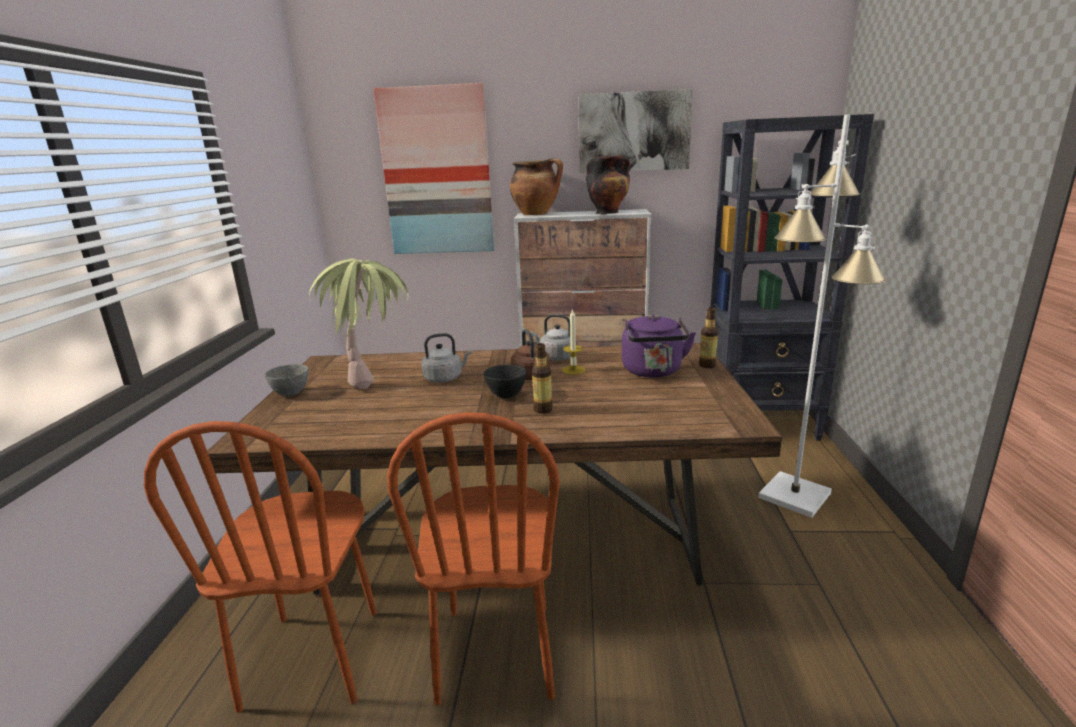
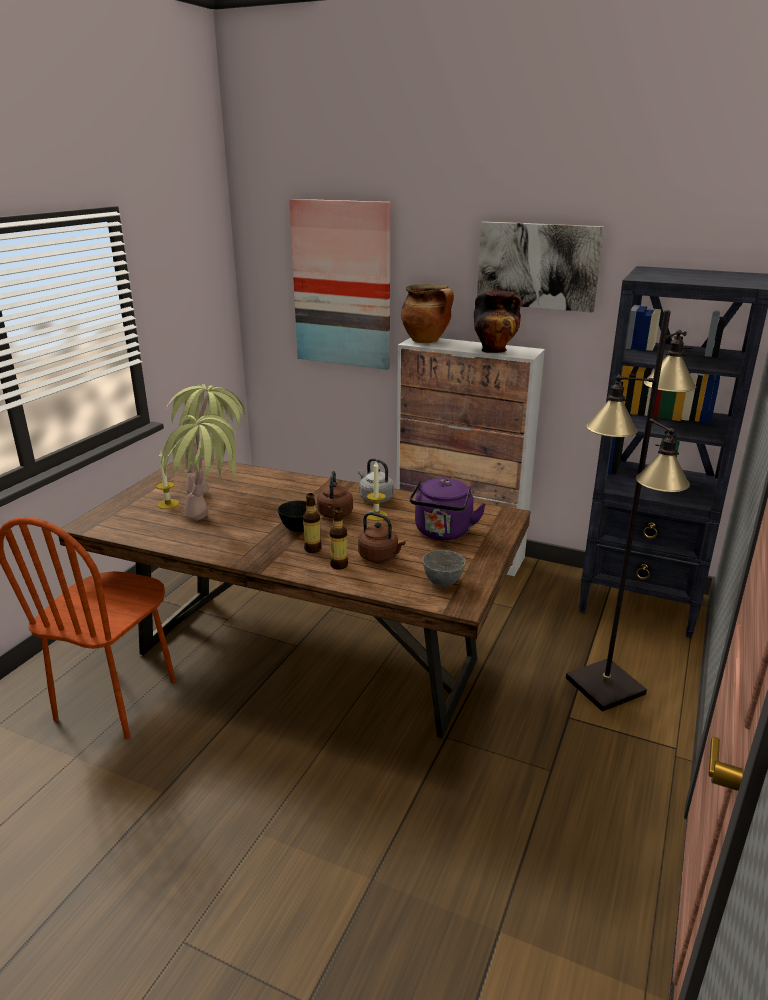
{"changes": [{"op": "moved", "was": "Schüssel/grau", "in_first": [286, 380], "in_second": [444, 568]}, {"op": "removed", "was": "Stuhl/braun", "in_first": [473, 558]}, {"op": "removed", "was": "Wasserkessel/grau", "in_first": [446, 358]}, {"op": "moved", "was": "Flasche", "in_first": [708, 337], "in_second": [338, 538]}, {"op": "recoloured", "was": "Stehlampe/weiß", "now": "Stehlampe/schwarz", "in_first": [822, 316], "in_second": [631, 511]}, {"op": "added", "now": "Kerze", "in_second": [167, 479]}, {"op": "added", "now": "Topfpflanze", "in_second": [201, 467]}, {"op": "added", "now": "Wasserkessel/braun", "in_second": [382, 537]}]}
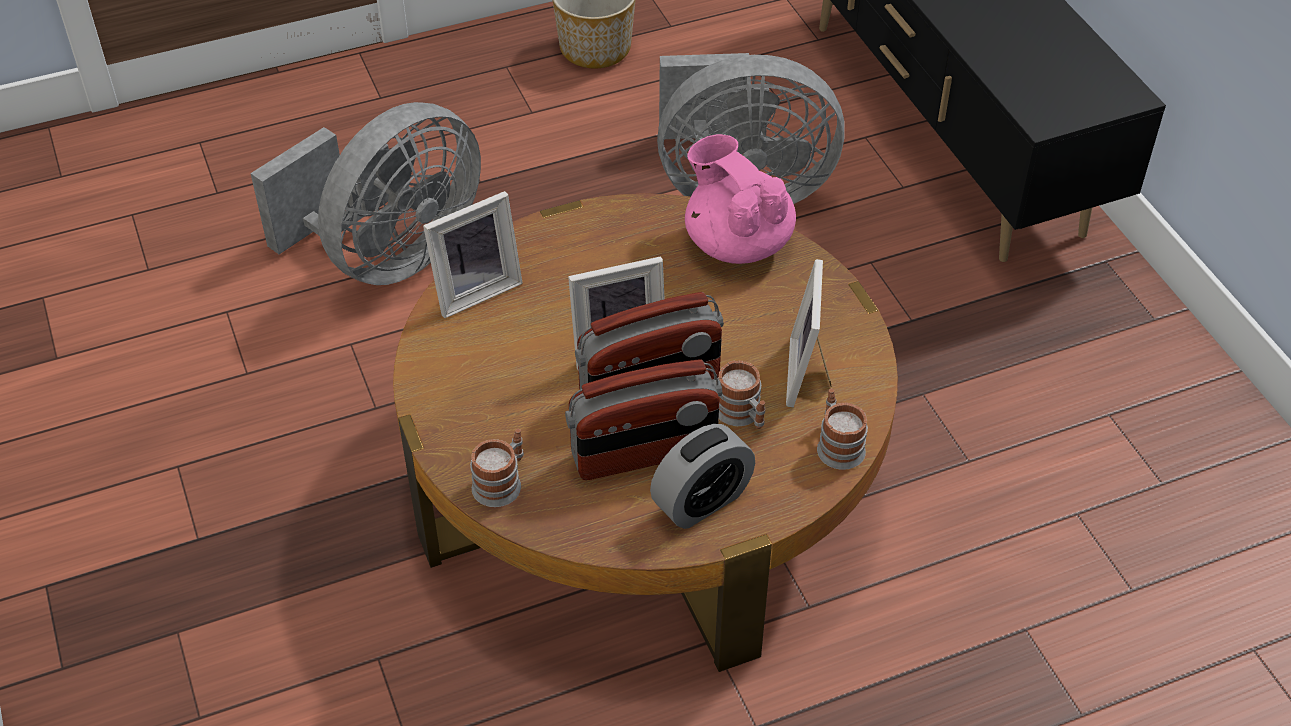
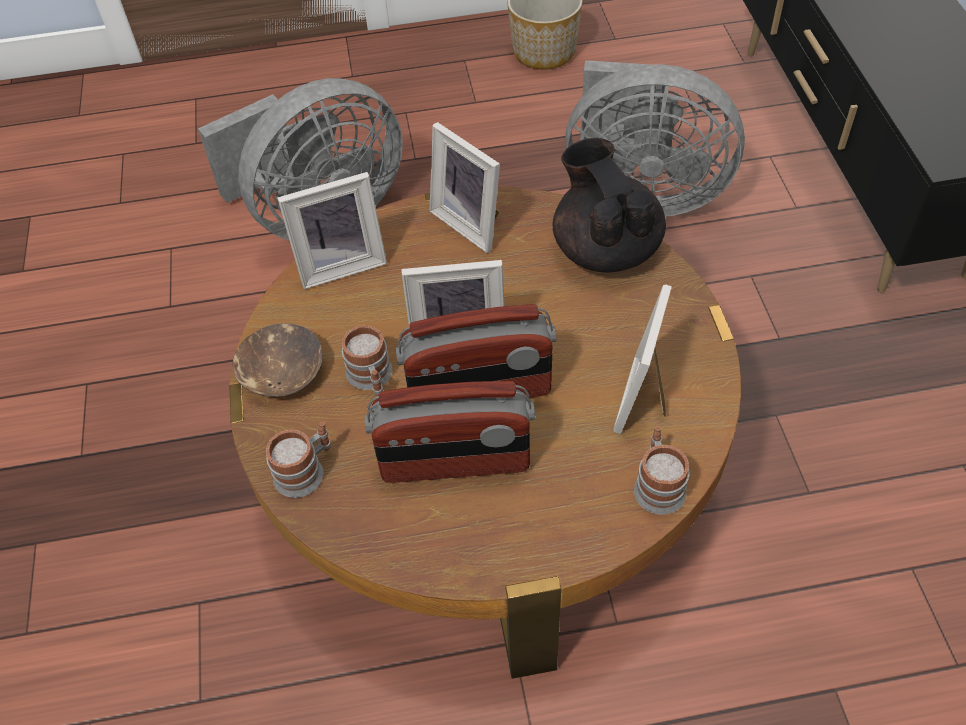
{"changes": [{"op": "removed", "was": "Wecker", "in_first": [702, 476]}, {"op": "recoloured", "was": "Teekanne/rosa", "now": "Teekanne/schwarz", "in_first": [740, 199], "in_second": [609, 205]}, {"op": "moved", "was": "Henkelbecher", "in_first": [741, 394], "in_second": [367, 360]}, {"op": "added", "now": "Schüssel/braun", "in_second": [277, 360]}, {"op": "added", "now": "Bilderrahmen", "in_second": [465, 187]}]}
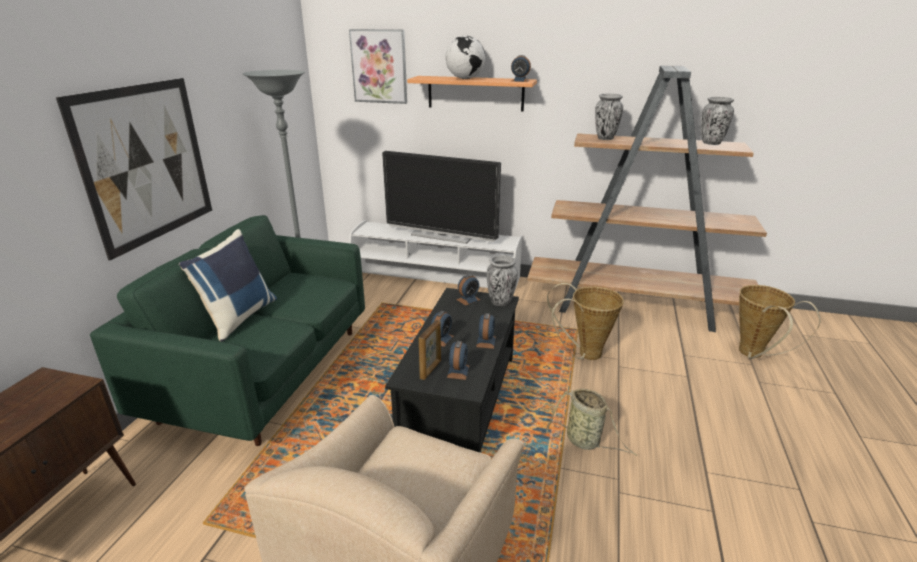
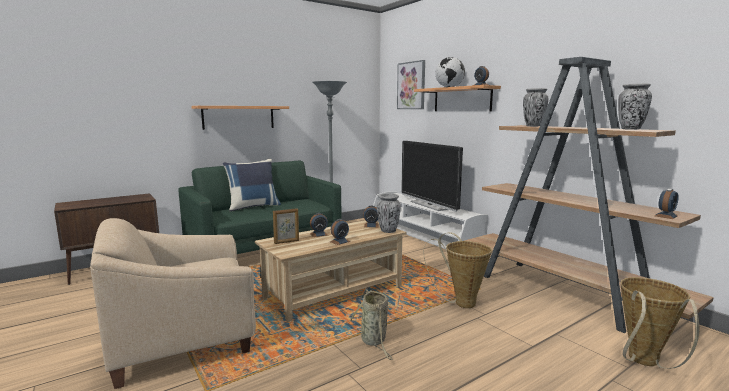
{"changes": [{"op": "replaced", "was": "Bild", "now": "Wandregal", "in_first": [134, 169], "in_second": [240, 118]}, {"op": "recoloured", "was": "Couchtisch/schwarz", "now": "Couchtisch/beige", "in_first": [452, 370], "in_second": [330, 271]}, {"op": "moved", "was": "Wecker", "in_first": [458, 360], "in_second": [667, 204]}]}
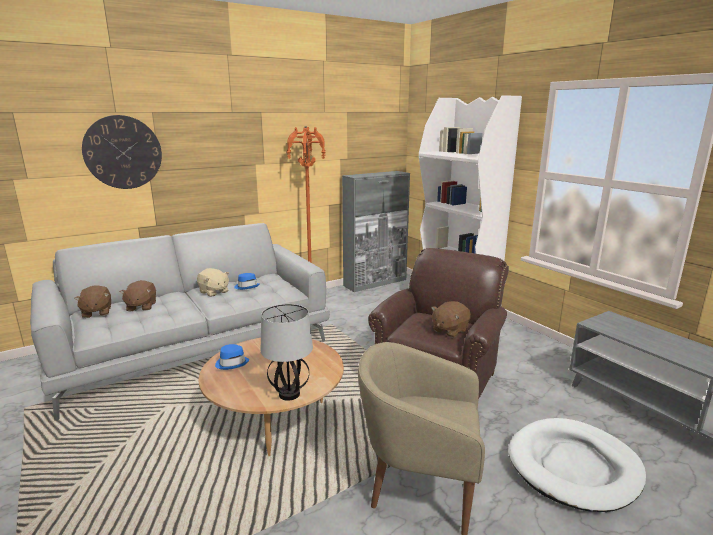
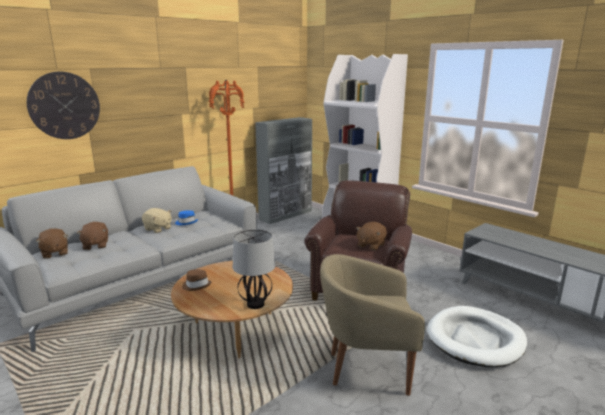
{"changes": [{"op": "recoloured", "was": "Hut/blau", "now": "Hut/braun", "in_first": [232, 357], "in_second": [197, 280]}]}
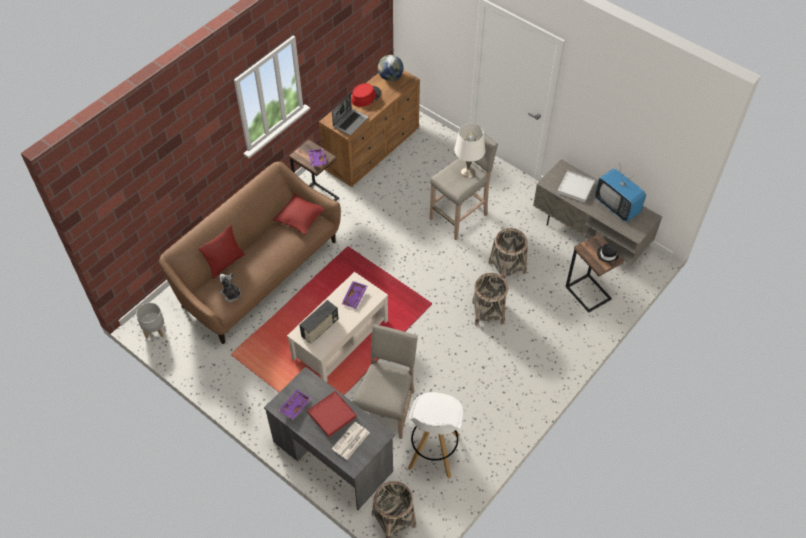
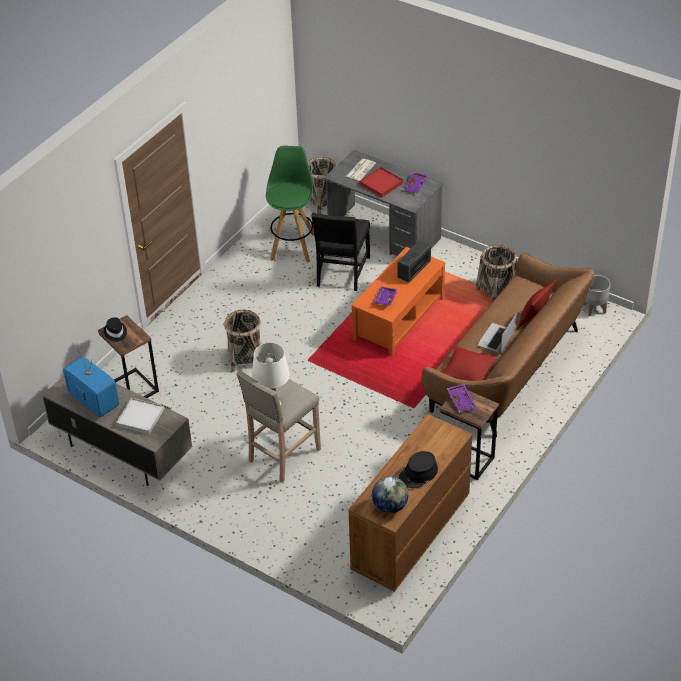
{"changes": [{"op": "removed", "was": "Plüschtier", "in_first": [230, 287]}, {"op": "recoloured", "was": "Couchtisch/beige", "now": "Couchtisch/orange", "in_first": [337, 327], "in_second": [398, 302]}, {"op": "moved", "was": "Laptop", "in_first": [350, 114], "in_second": [497, 333]}, {"op": "recoloured", "was": "Hut/rot", "now": "Hut/schwarz", "in_first": [366, 95], "in_second": [418, 469]}, {"op": "recoloured", "was": "Stuhl/beige", "now": "Stuhl/schwarz", "in_first": [385, 381], "in_second": [340, 252]}, {"op": "recoloured", "was": "Hocker/weiß", "now": "Hocker/grün", "in_first": [435, 435], "in_second": [290, 204]}, {"op": "moved", "was": "Korb", "in_first": [508, 253], "in_second": [496, 273]}]}
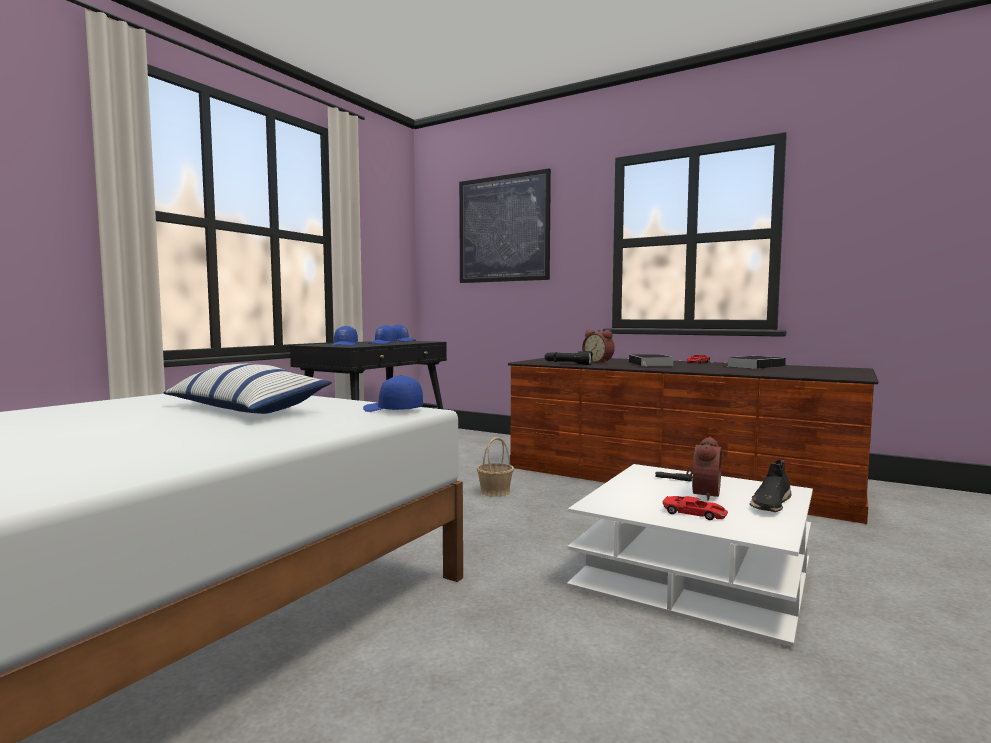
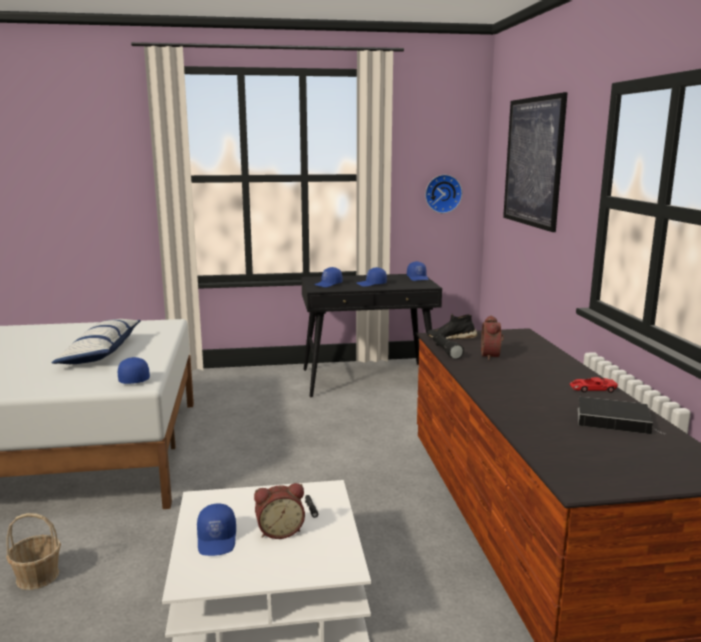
{"changes": [{"op": "moved", "was": "Korb", "in_first": [495, 467], "in_second": [33, 551]}, {"op": "removed", "was": "Buch", "in_first": [652, 360]}, {"op": "replaced", "was": "Spielzeugauto/rot", "now": "Kappe/blau", "in_first": [695, 508], "in_second": [216, 529]}, {"op": "moved", "was": "Schuh/schwarz", "in_first": [770, 486], "in_second": [452, 326]}, {"op": "added", "now": "Wanduhr", "in_second": [443, 193]}]}
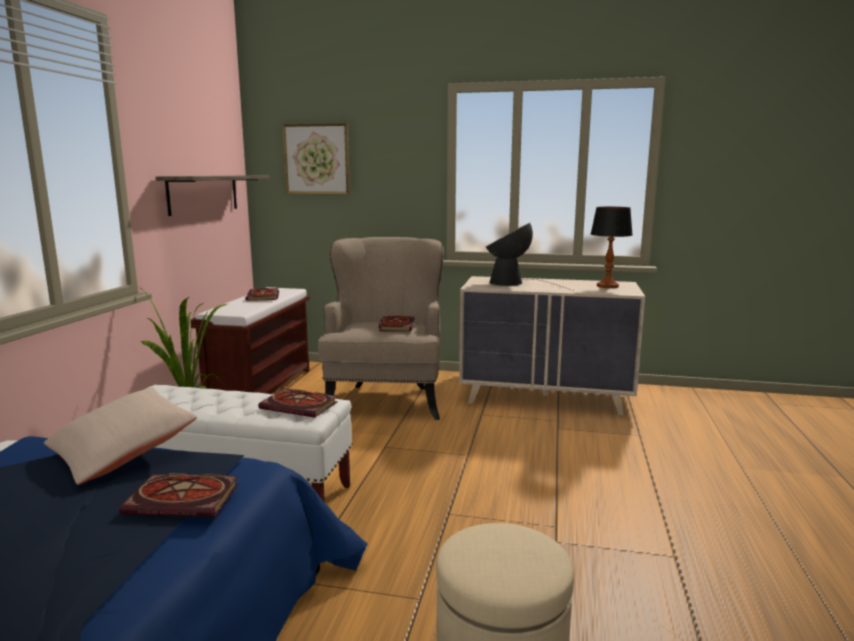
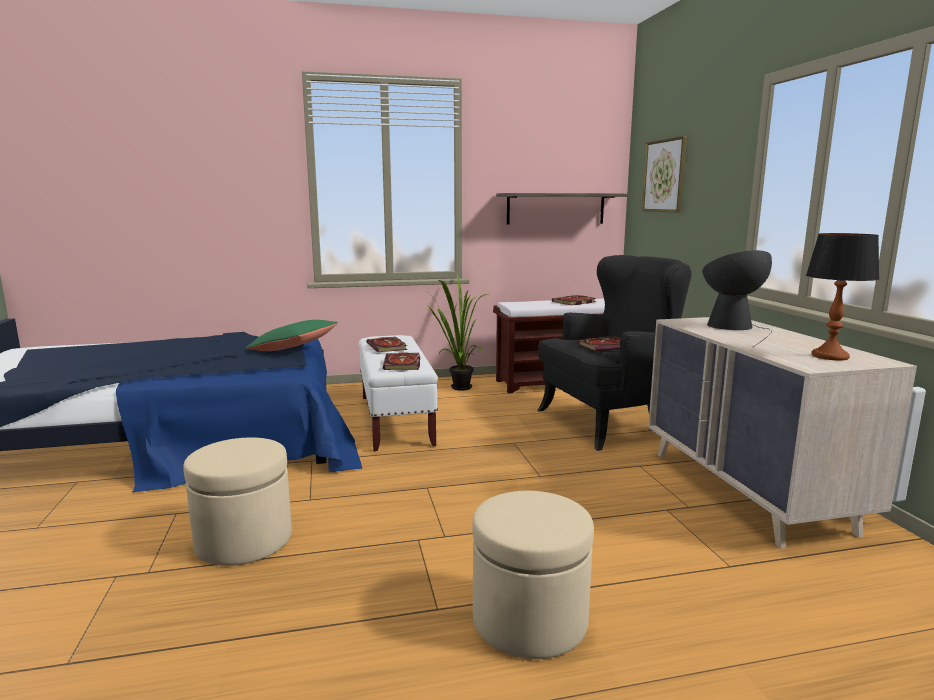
{"changes": [{"op": "recoloured", "was": "Kissen/beige", "now": "Kissen/grün", "in_first": [120, 436], "in_second": [292, 335]}, {"op": "moved", "was": "Buch", "in_first": [179, 495], "in_second": [386, 344]}, {"op": "recoloured", "was": "Sessel/beige", "now": "Sessel/schwarz", "in_first": [381, 328], "in_second": [615, 353]}, {"op": "added", "now": "Polsterhocker/beige", "in_second": [533, 575]}]}
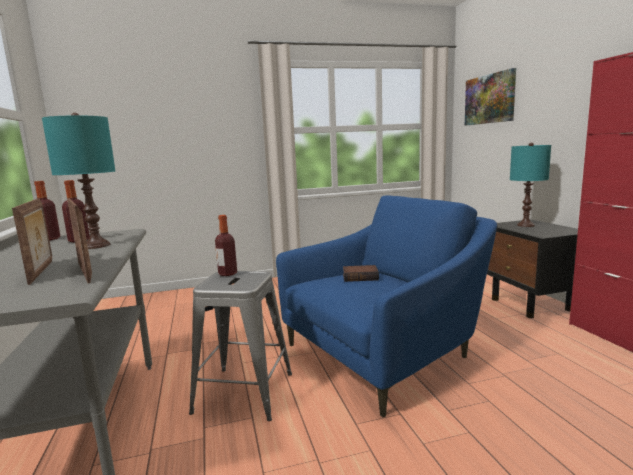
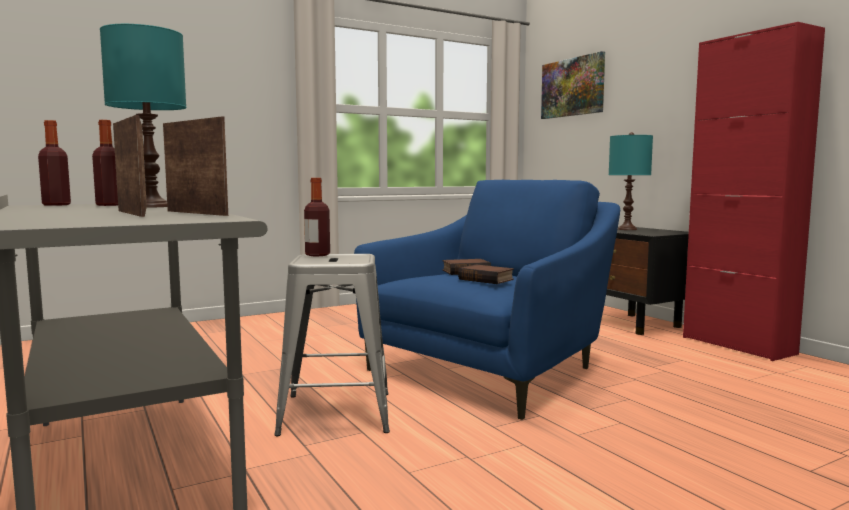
{"changes": [{"op": "added", "now": "Buch", "in_second": [486, 274]}]}
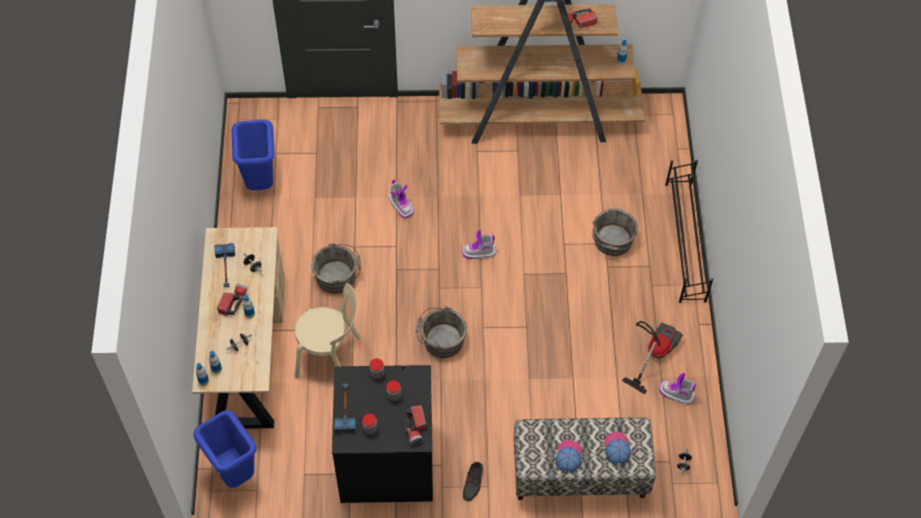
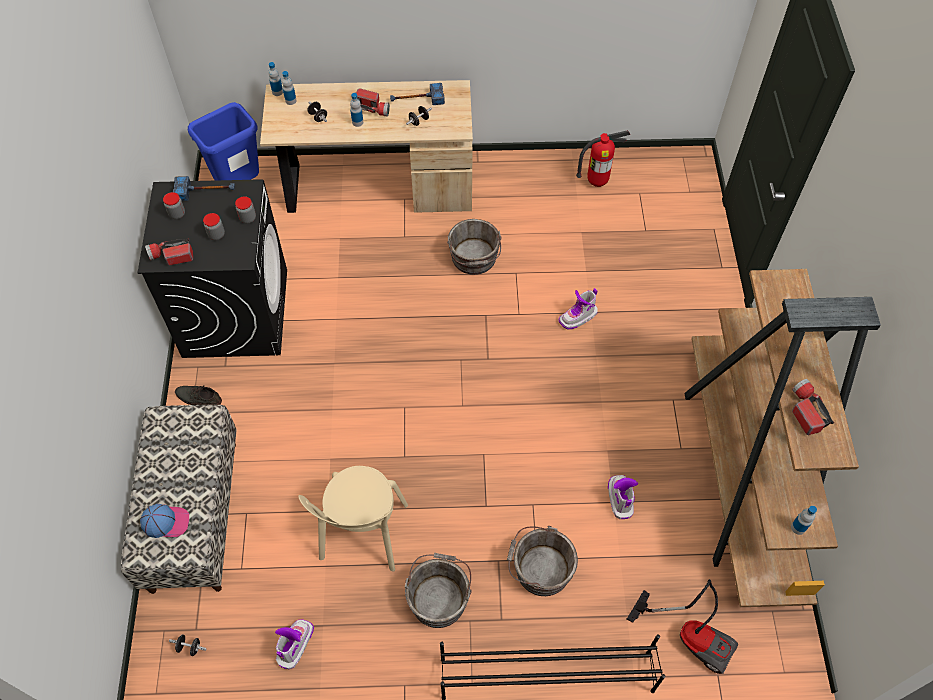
{"changes": [{"op": "replaced", "was": "Mülleimer/blau", "now": "Feuerlöscher", "in_first": [253, 155], "in_second": [603, 158]}, {"op": "moved", "was": "Stuhl/beige", "in_first": [328, 331], "in_second": [353, 519]}, {"op": "moved", "was": "Eimer/grau", "in_first": [441, 332], "in_second": [438, 590]}, {"op": "moved", "was": "Stiefel", "in_first": [479, 244], "in_second": [623, 497]}, {"op": "removed", "was": "Kappe", "in_first": [568, 456]}, {"op": "moved", "was": "Staubsauger", "in_first": [652, 357], "in_second": [682, 626]}]}
